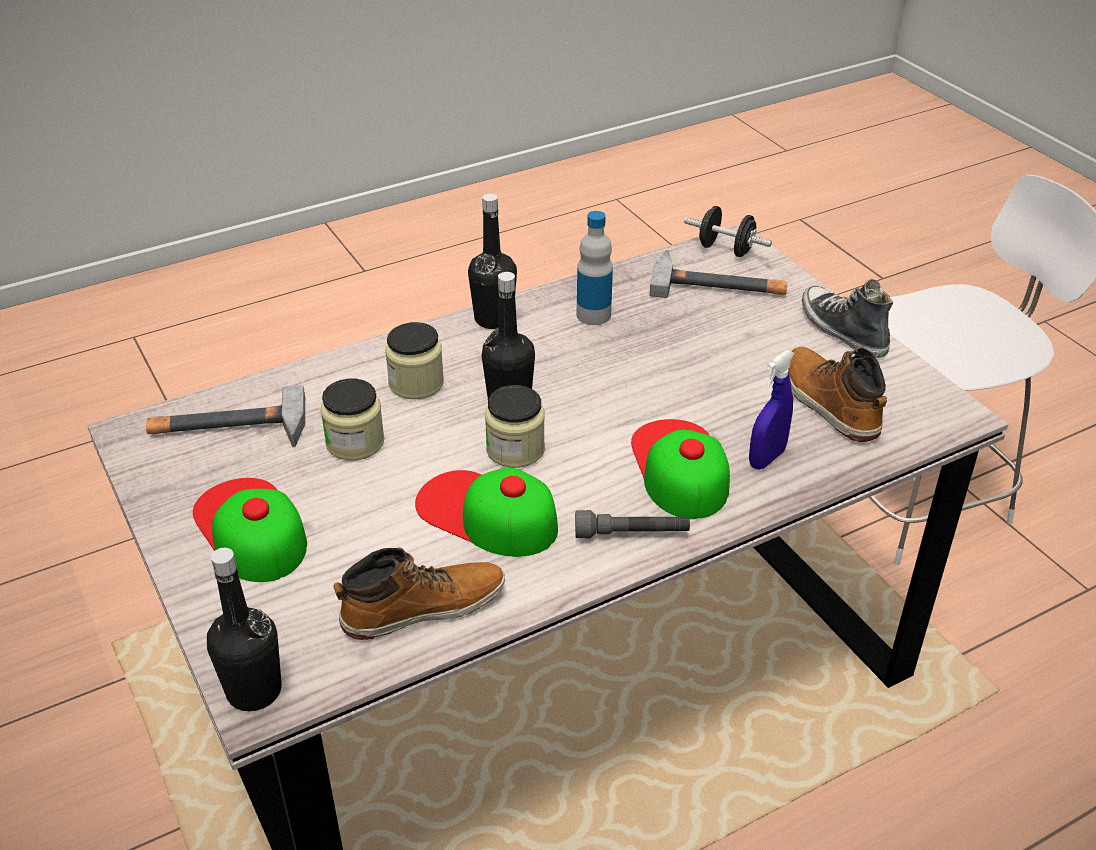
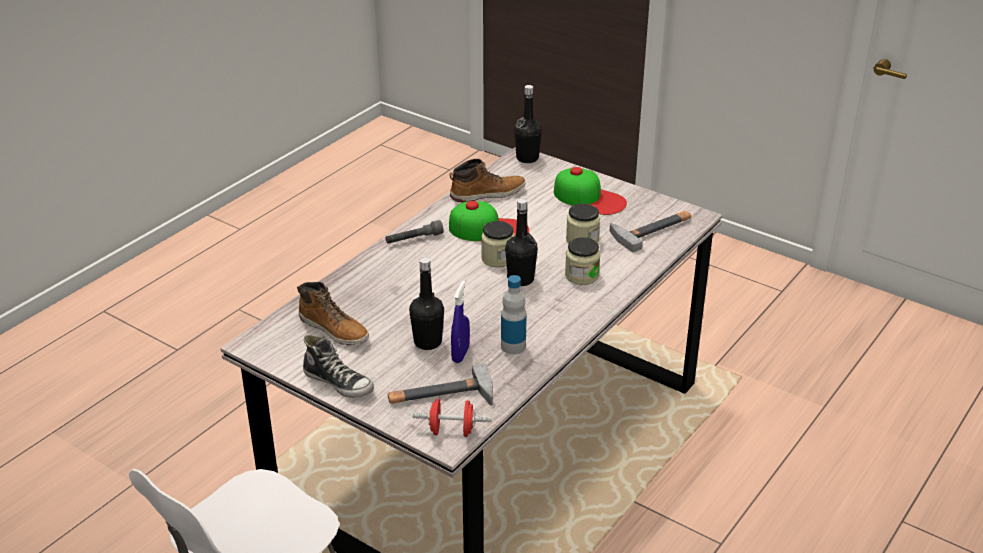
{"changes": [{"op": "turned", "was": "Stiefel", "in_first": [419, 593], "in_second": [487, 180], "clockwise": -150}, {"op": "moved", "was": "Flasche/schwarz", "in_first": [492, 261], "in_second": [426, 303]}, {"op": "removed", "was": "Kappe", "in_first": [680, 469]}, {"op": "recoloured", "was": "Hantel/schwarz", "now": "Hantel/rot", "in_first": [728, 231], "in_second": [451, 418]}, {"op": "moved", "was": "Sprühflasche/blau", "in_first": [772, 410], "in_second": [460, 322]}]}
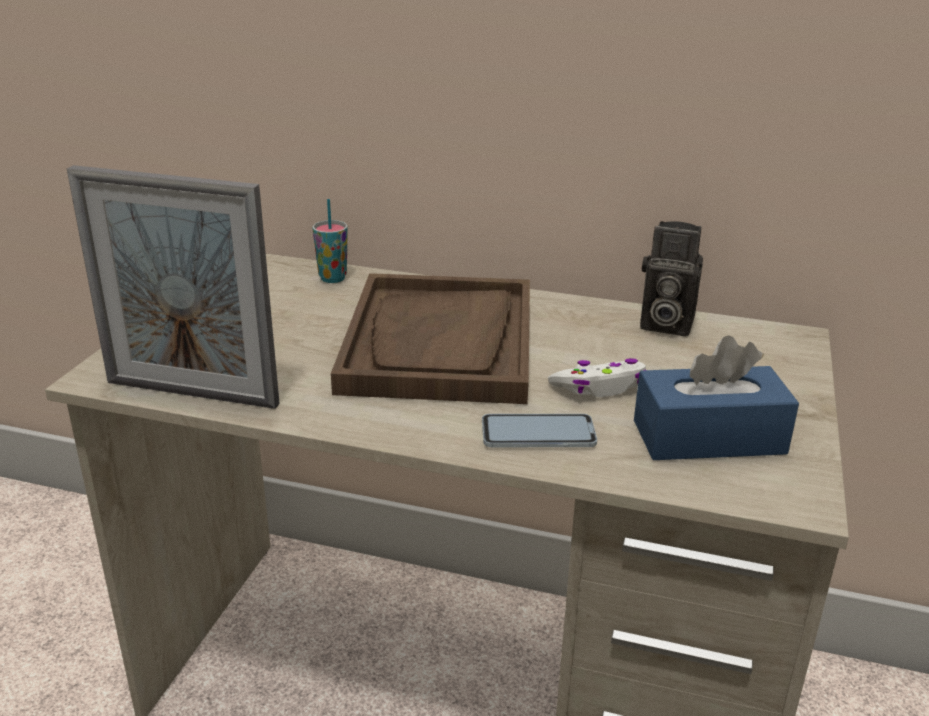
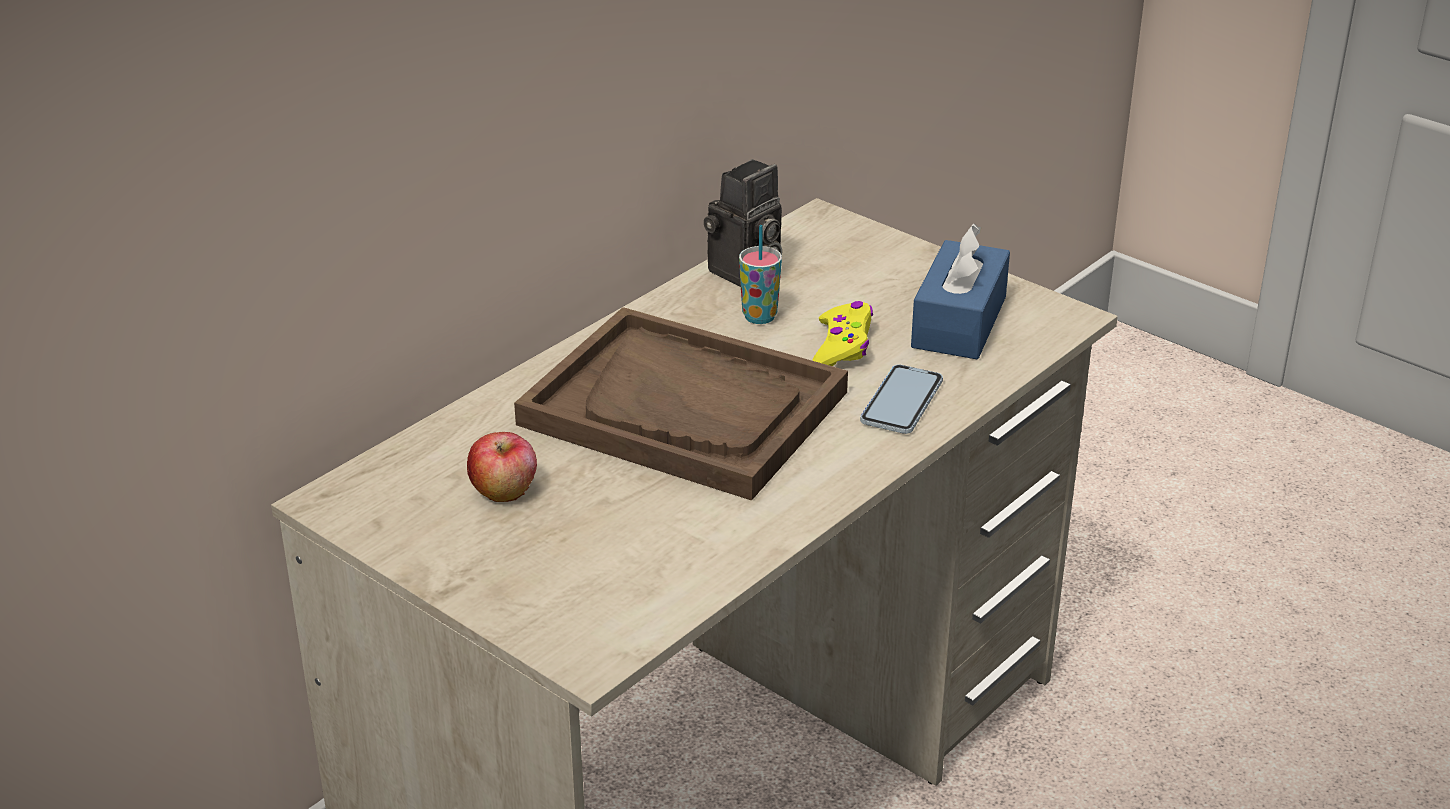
{"changes": [{"op": "removed", "was": "Bilderrahmen", "in_first": [173, 287]}, {"op": "moved", "was": "Tasse", "in_first": [330, 241], "in_second": [760, 274]}, {"op": "recoloured", "was": "Gamepad/weiß", "now": "Gamepad/gelb", "in_first": [597, 377], "in_second": [842, 333]}, {"op": "added", "now": "Apfel", "in_second": [502, 467]}]}
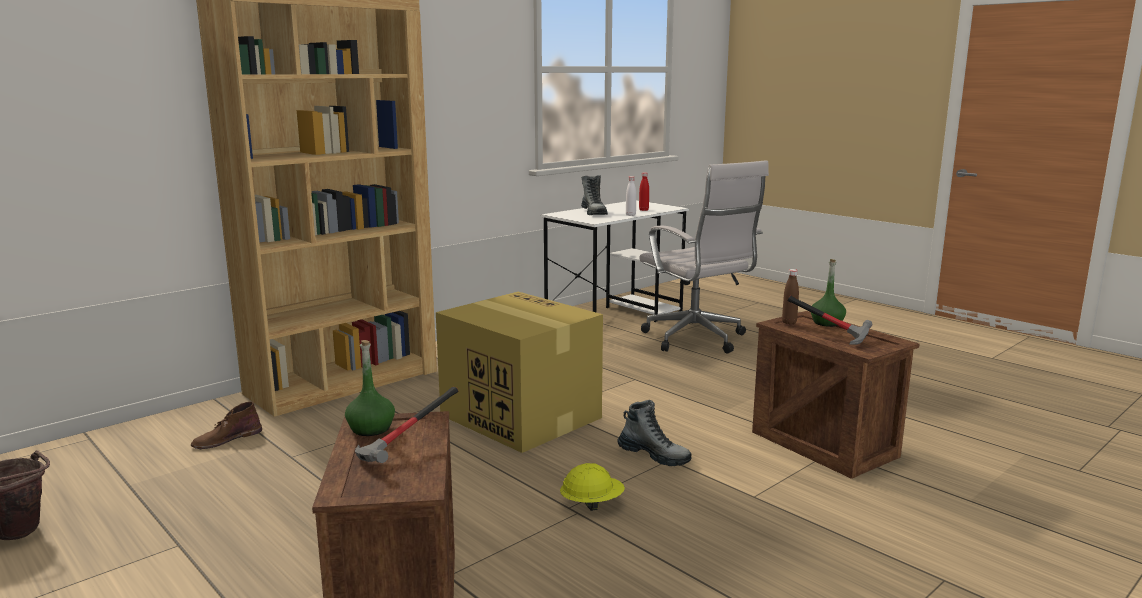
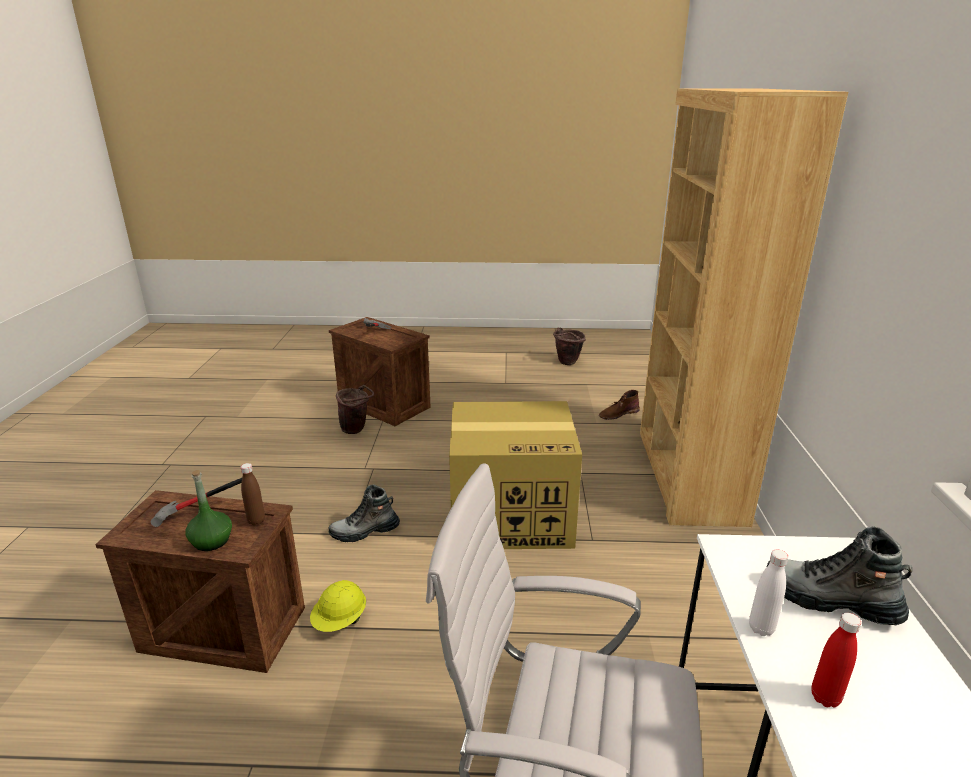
{"changes": [{"op": "turned", "was": "Stiefel/braun", "in_first": [226, 425], "in_second": [619, 405], "clockwise": -120}, {"op": "removed", "was": "Flasche/grün", "in_first": [370, 388]}, {"op": "moved", "was": "Schutzhelm/gelb", "in_first": [592, 487], "in_second": [338, 606]}, {"op": "added", "now": "Eimer/braun", "in_second": [355, 409]}]}
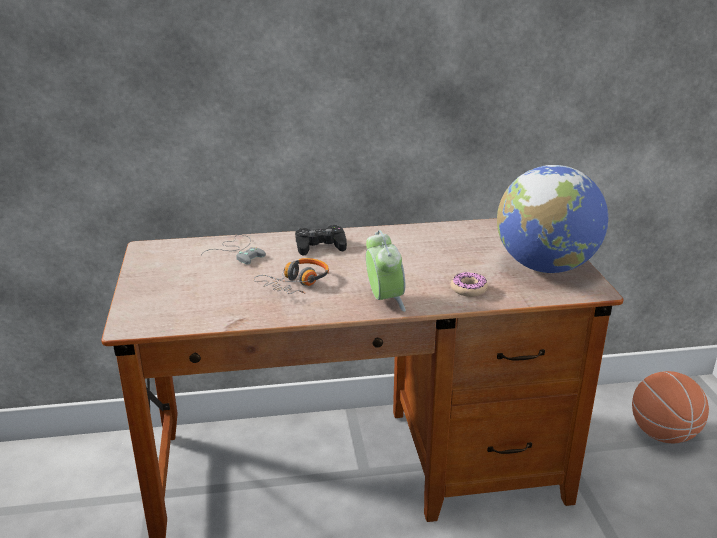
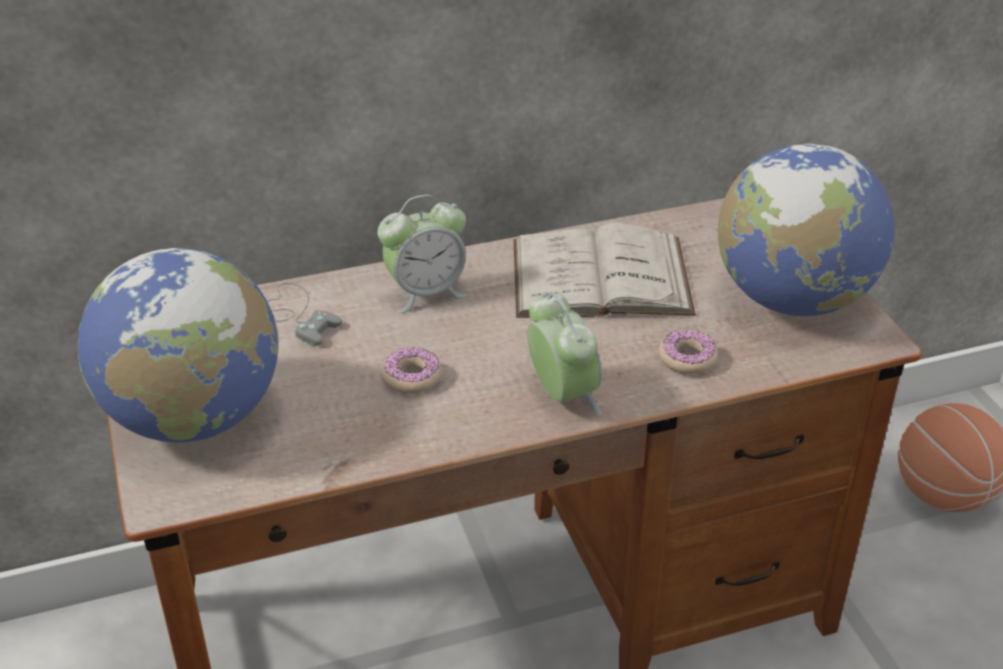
{"changes": [{"op": "replaced", "was": "Kopfhörer", "now": "Donut", "in_first": [291, 276], "in_second": [411, 370]}, {"op": "replaced", "was": "Gamepad/schwarz", "now": "Wecker", "in_first": [321, 240], "in_second": [422, 254]}, {"op": "added", "now": "Globus", "in_second": [178, 345]}, {"op": "added", "now": "Buch/weiß", "in_second": [605, 270]}]}
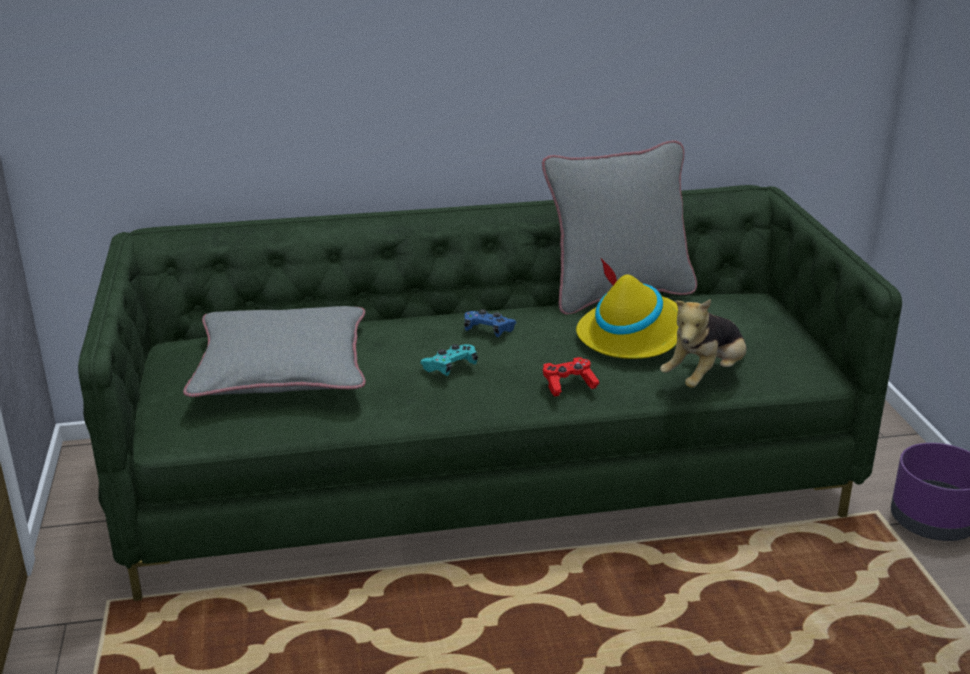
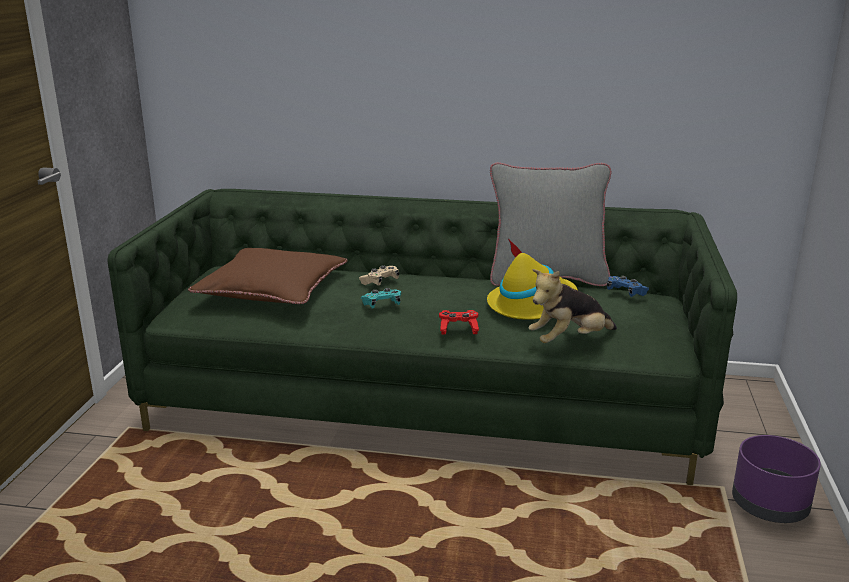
{"changes": [{"op": "recoloured", "was": "Kissen/grau", "now": "Kissen/braun", "in_first": [274, 351], "in_second": [267, 276]}, {"op": "moved", "was": "Gamepad/blau", "in_first": [490, 323], "in_second": [628, 286]}, {"op": "added", "now": "Gamepad/beige", "in_second": [379, 276]}]}
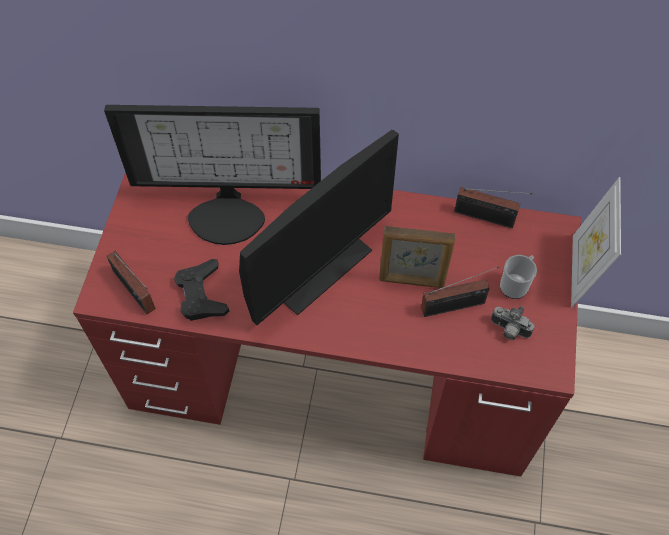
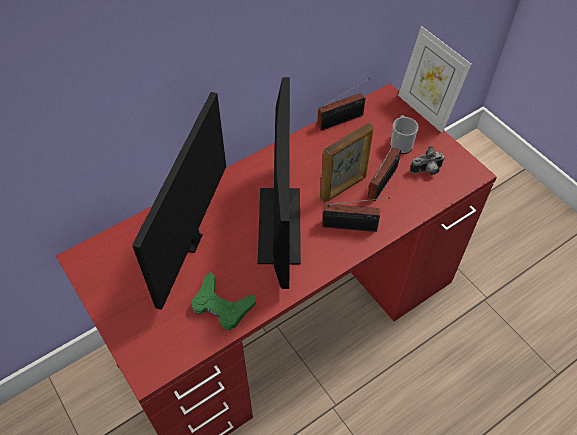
{"changes": [{"op": "turned", "was": "Monitor", "in_first": [212, 175], "in_second": [179, 201], "clockwise": 150}, {"op": "moved", "was": "Radio", "in_first": [131, 282], "in_second": [356, 214]}, {"op": "recoloured", "was": "Gamepad/schwarz", "now": "Gamepad/grün", "in_first": [201, 290], "in_second": [223, 301]}]}
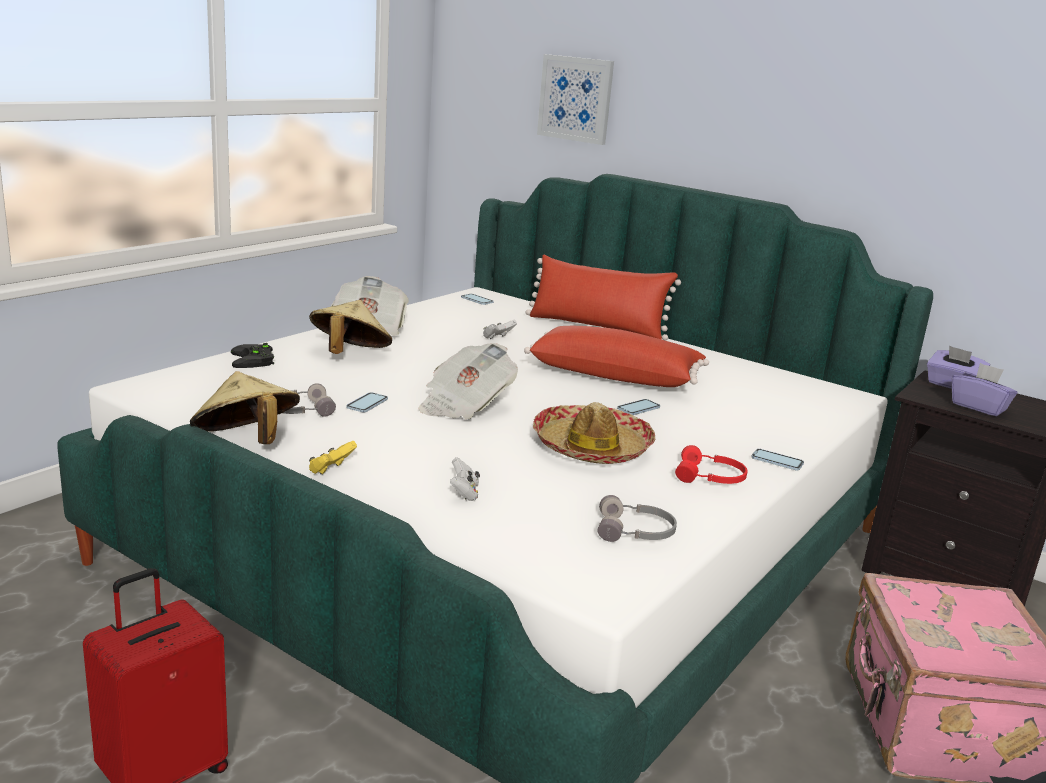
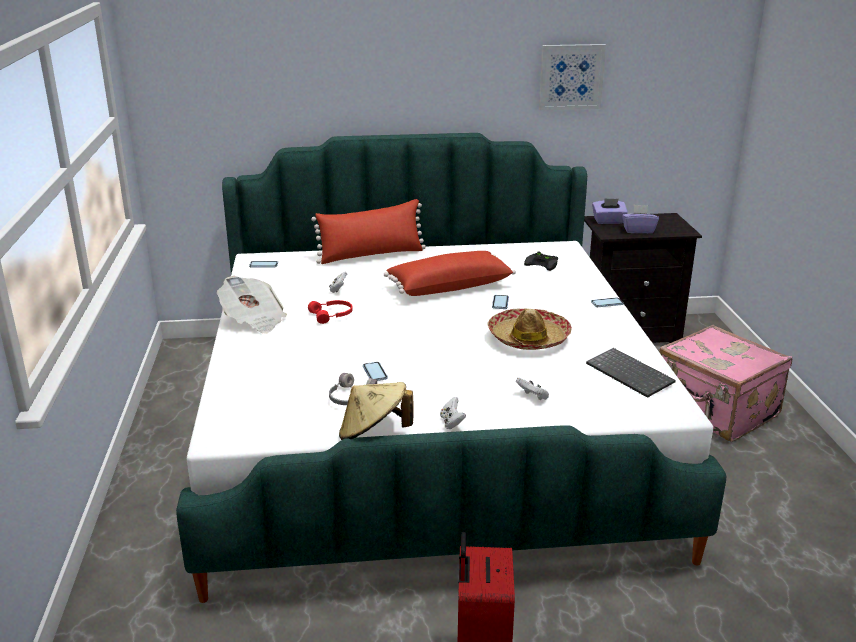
{"changes": [{"op": "moved", "was": "Gamepad/schwarz", "in_first": [252, 355], "in_second": [541, 261]}, {"op": "removed", "was": "Hut/beige", "in_first": [350, 327]}, {"op": "recoloured", "was": "Gamepad/gelb", "now": "Gamepad/weiß", "in_first": [333, 457], "in_second": [453, 413]}, {"op": "removed", "was": "Zeitung", "in_first": [468, 381]}, {"op": "moved", "was": "Bild", "in_first": [575, 99], "in_second": [572, 77]}, {"op": "replaced", "was": "Kopfhörer/grau", "now": "Tastatur", "in_first": [637, 518], "in_second": [631, 373]}, {"op": "moved", "was": "Kopfhörer/rot", "in_first": [711, 464], "in_second": [330, 312]}]}
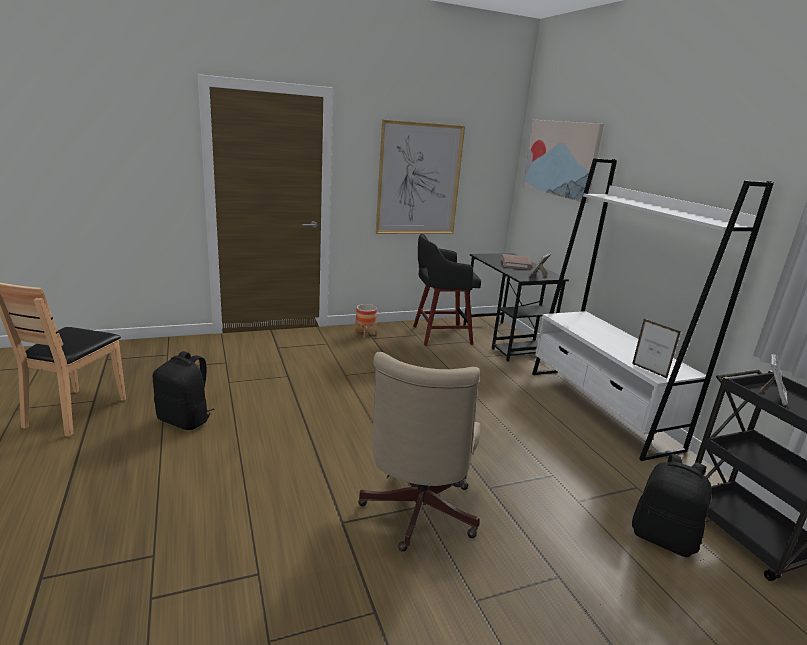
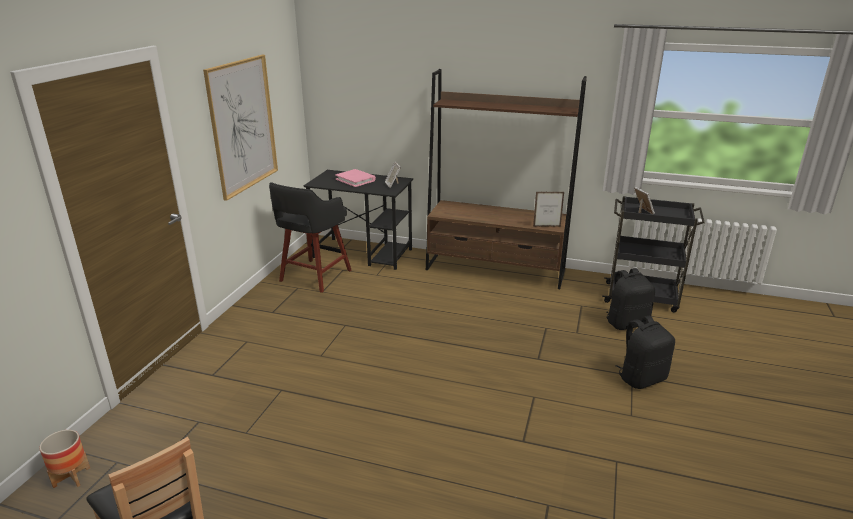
{"changes": [{"op": "moved", "was": "Rucksack/schwarz", "in_first": [184, 390], "in_second": [645, 352]}, {"op": "moved", "was": "Pflanzkübel", "in_first": [366, 321], "in_second": [64, 459]}, {"op": "removed", "was": "Bürostuhl/beige", "in_first": [419, 452]}, {"op": "recoloured", "was": "Buch/braun", "now": "Buch/rosa", "in_first": [517, 262], "in_second": [355, 178]}, {"op": "removed", "was": "Bild", "in_first": [563, 161]}, {"op": "recoloured", "was": "Bücherregal/weiß", "now": "Bücherregal/braun", "in_first": [653, 309], "in_second": [506, 179]}]}
